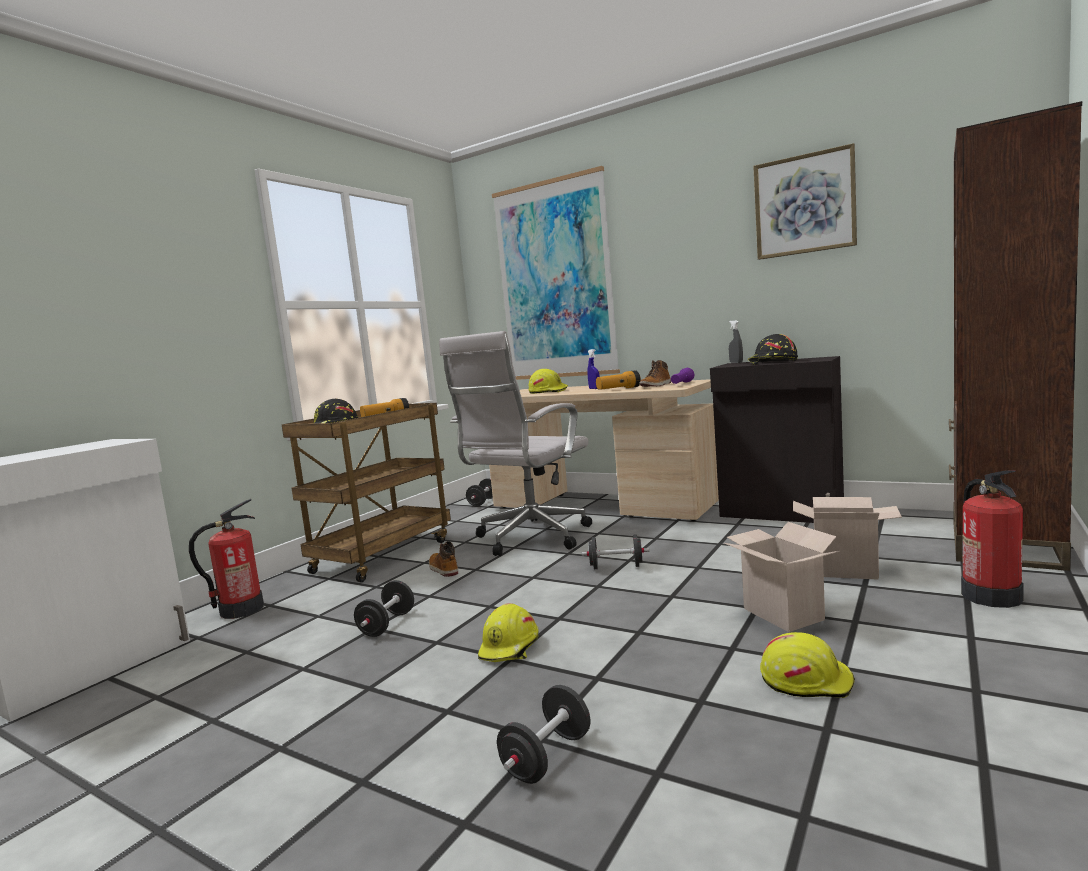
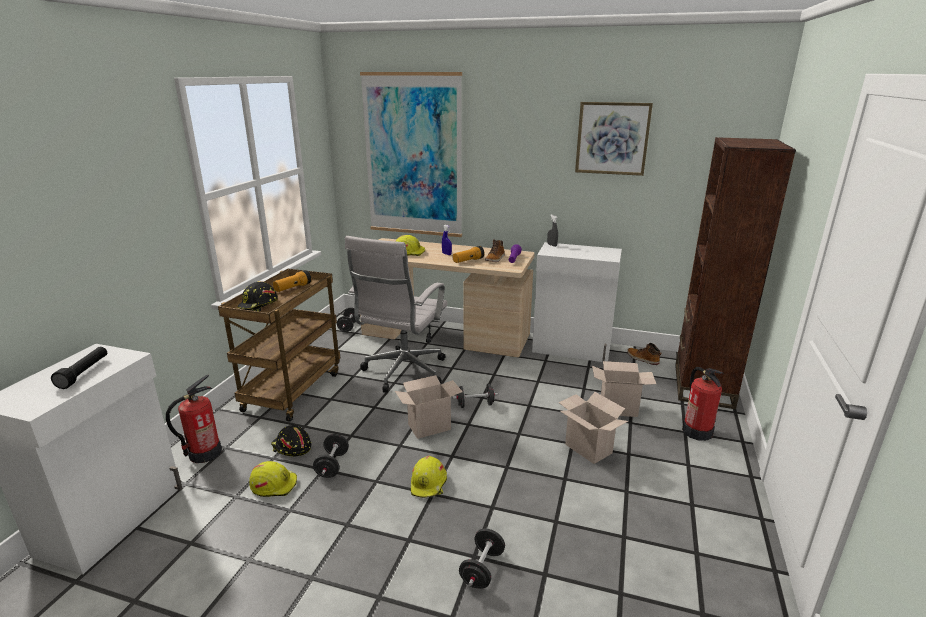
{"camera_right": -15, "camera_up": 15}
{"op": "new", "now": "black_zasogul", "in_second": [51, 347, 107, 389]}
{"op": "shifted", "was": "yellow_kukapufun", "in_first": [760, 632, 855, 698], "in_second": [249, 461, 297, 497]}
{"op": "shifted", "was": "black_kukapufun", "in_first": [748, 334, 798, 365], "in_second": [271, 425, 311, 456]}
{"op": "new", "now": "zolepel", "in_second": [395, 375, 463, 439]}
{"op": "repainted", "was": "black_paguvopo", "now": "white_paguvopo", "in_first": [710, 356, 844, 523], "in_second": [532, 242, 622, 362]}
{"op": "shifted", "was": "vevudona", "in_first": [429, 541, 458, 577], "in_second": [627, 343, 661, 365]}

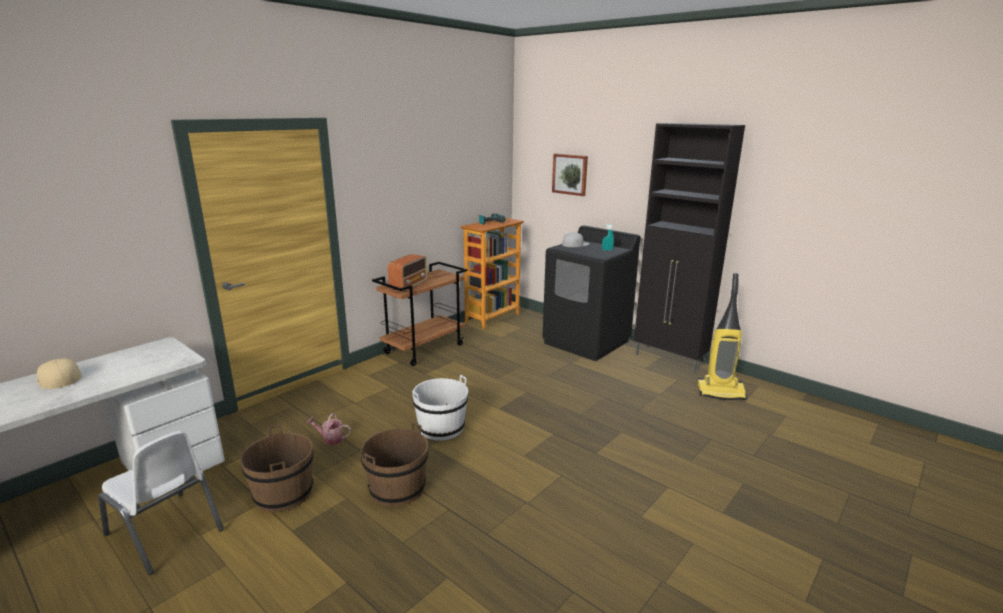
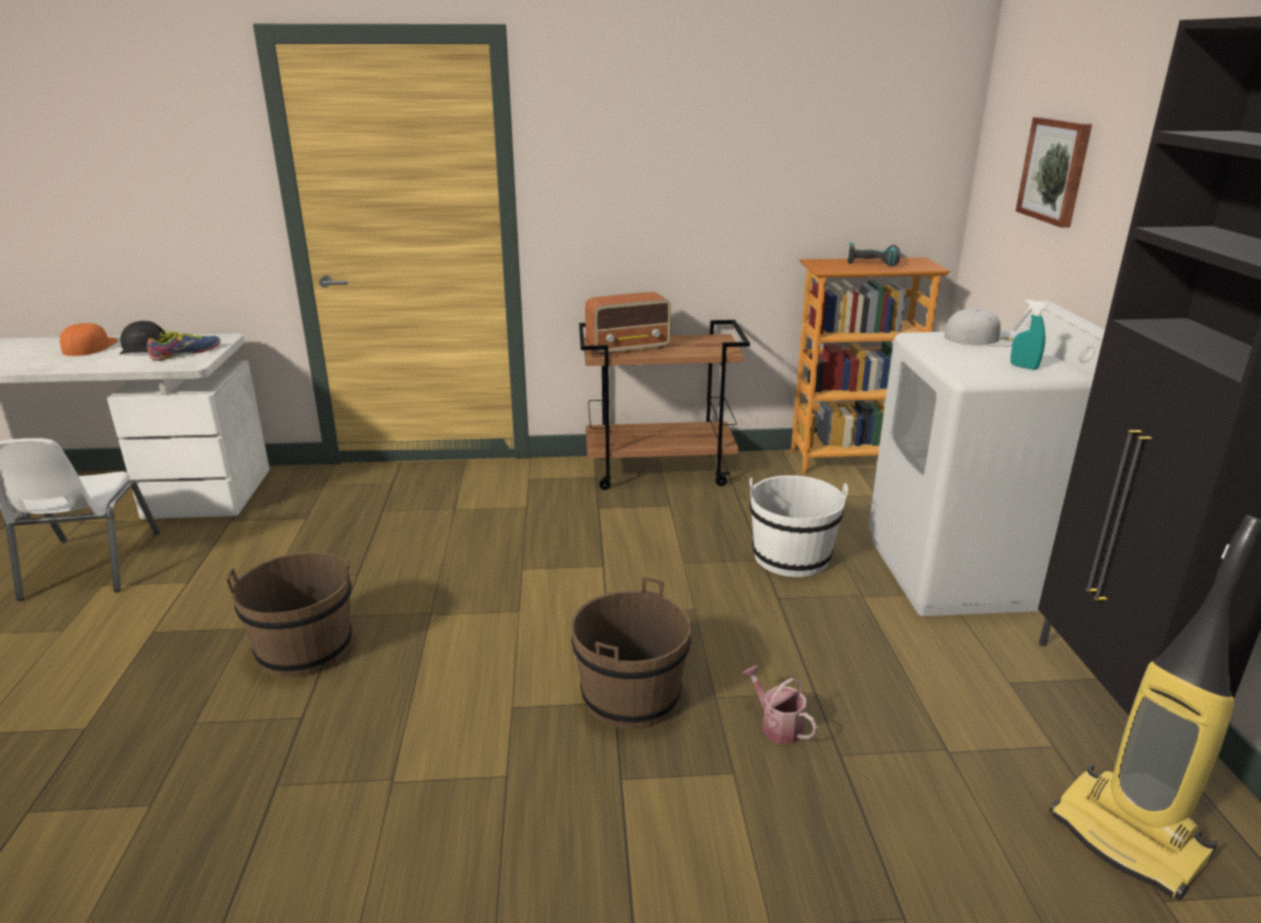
{"camera_right": 45, "camera_up": 5}
{"op": "repainted", "was": "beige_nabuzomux", "now": "orange_nabuzomux", "in_first": [36, 358, 81, 389], "in_second": [60, 323, 118, 356]}
{"op": "new", "now": "black_nabuzomux", "in_second": [120, 321, 166, 355]}
{"op": "new", "now": "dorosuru", "in_second": [147, 330, 221, 361]}
{"op": "shifted", "was": "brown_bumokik", "in_first": [240, 425, 314, 512], "in_second": [571, 577, 691, 729]}
{"op": "shifted", "was": "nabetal", "in_first": [306, 413, 351, 445], "in_second": [742, 665, 818, 744]}
{"op": "shifted", "was": "white_bumokik", "in_first": [412, 375, 468, 441], "in_second": [749, 475, 848, 577]}
{"op": "repainted", "was": "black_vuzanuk", "now": "white_vuzanuk", "in_first": [542, 225, 640, 361], "in_second": [869, 300, 1105, 616]}

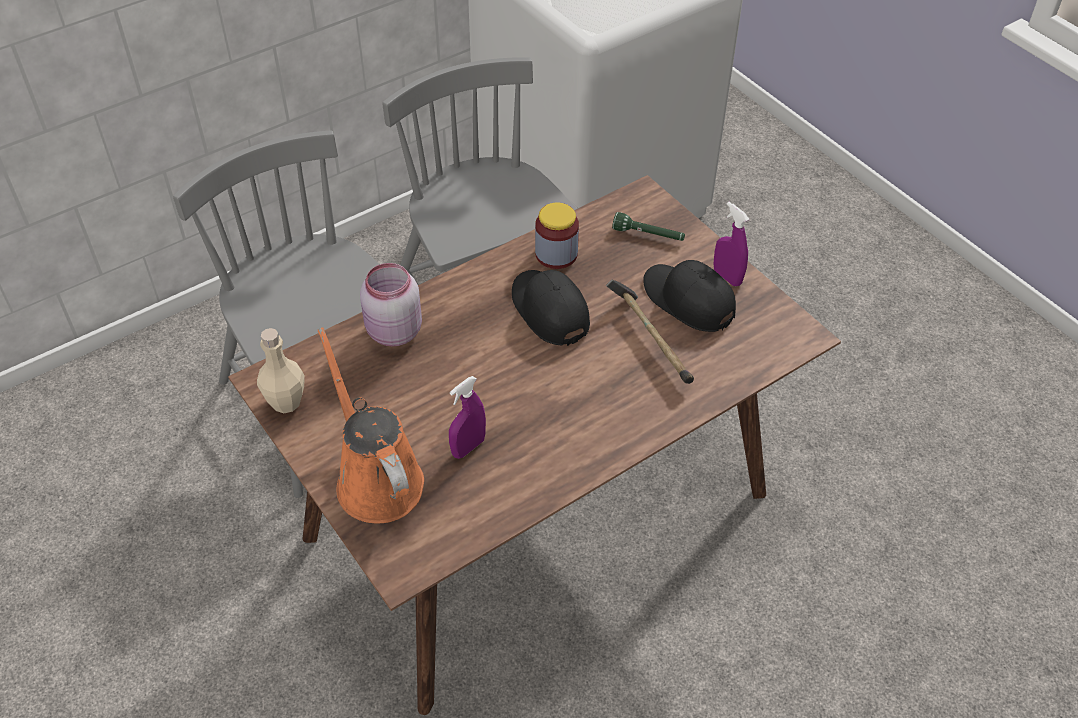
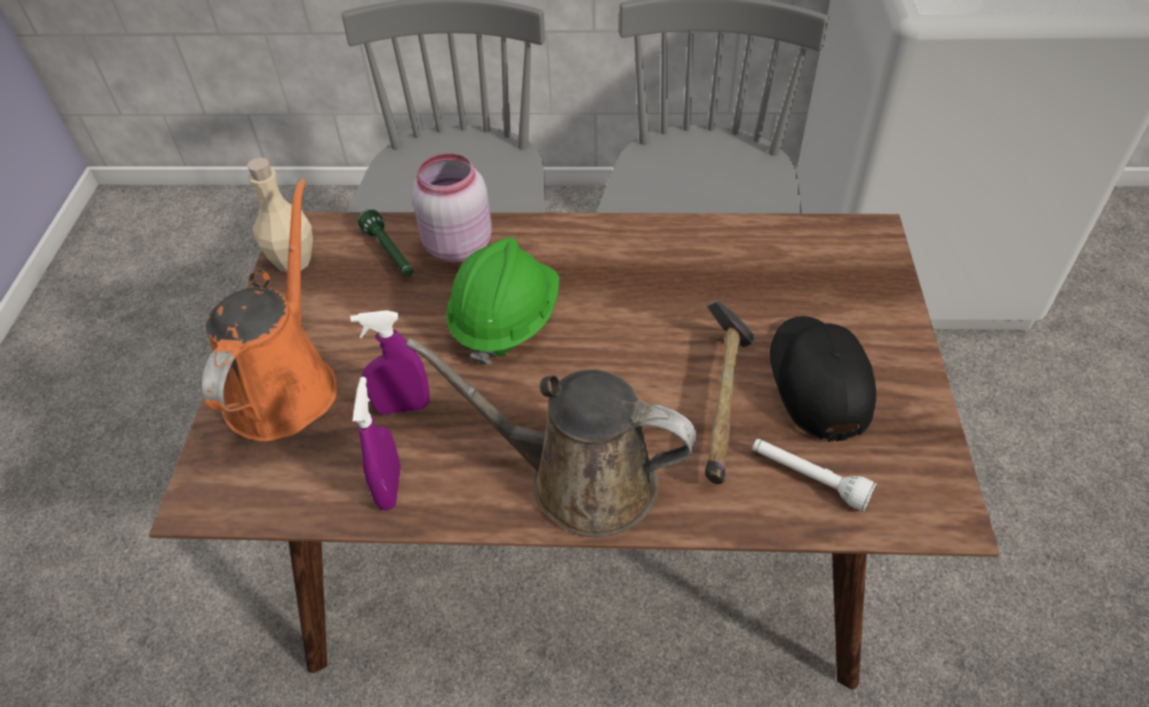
{"camera_right": 40, "camera_up": 0}
{"op": "shifted", "was": "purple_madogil", "in_first": [714, 201, 749, 286], "in_second": [353, 377, 401, 511]}
{"op": "shifted", "was": "green_zasogul", "in_first": [612, 212, 685, 241], "in_second": [357, 209, 413, 277]}
{"op": "new", "now": "brown_nabetal", "in_second": [406, 338, 697, 537]}
{"op": "new", "now": "green_kukapufun", "in_second": [446, 237, 560, 365]}
{"op": "new", "now": "white_zasogul", "in_second": [752, 439, 876, 511]}
{"op": "gone", "was": "black_nabuzomux", "in_first": [512, 270, 590, 346]}
{"op": "gone", "was": "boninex", "in_first": [535, 203, 579, 269]}

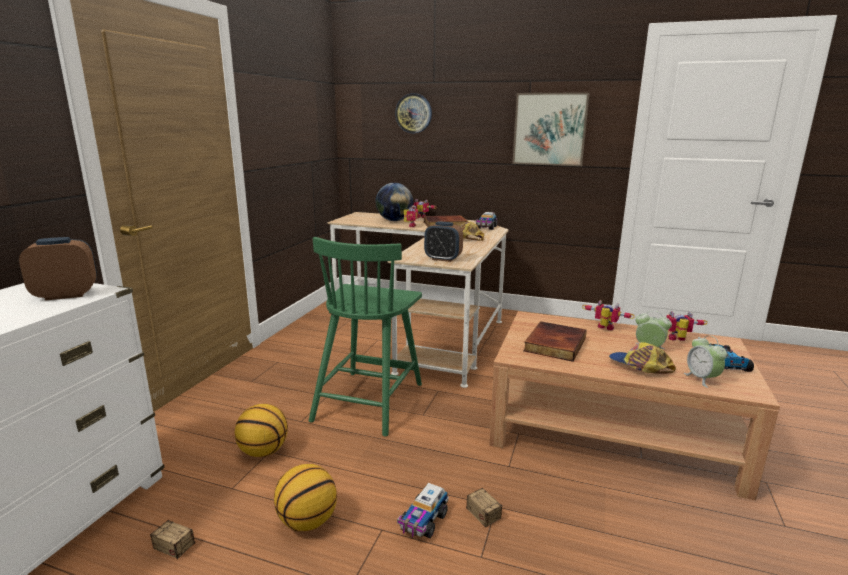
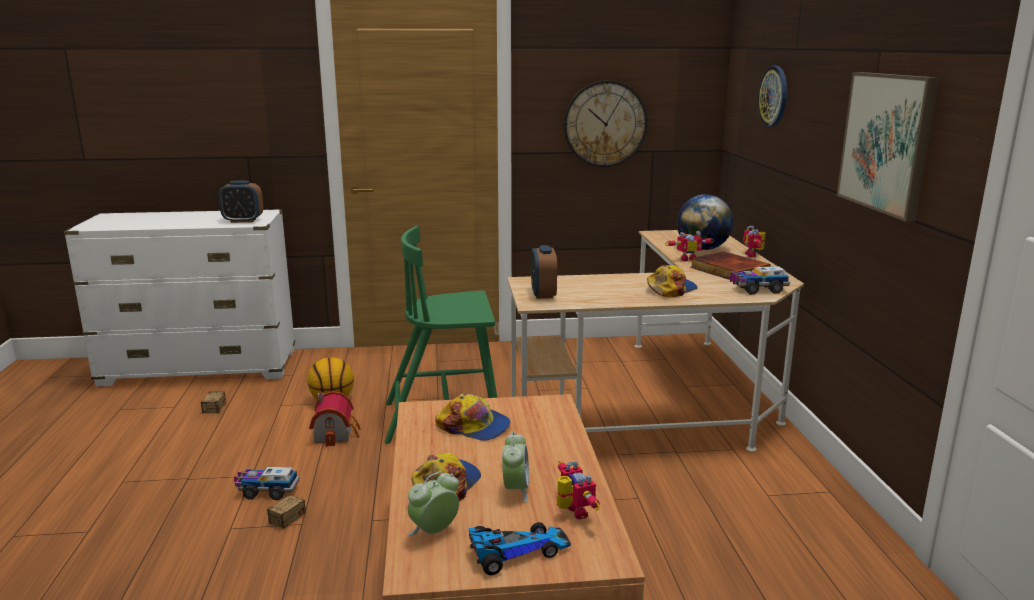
{"camera_right": 65, "camera_up": 0}
{"op": "rotated", "was": "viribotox", "in_first": [19, 237, 97, 301], "in_second": [218, 181, 263, 223], "clockwise": 135}
{"op": "new", "now": "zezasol", "in_second": [309, 391, 361, 447]}
{"op": "swapped", "was": "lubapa", "now": "nabuzomux", "in_first": [523, 321, 587, 361], "in_second": [435, 393, 510, 441]}
{"op": "new", "now": "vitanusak", "in_second": [564, 80, 648, 167]}
{"op": "gone", "was": "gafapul", "in_first": [274, 464, 337, 531]}
{"op": "gone", "was": "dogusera", "in_first": [582, 300, 635, 330]}

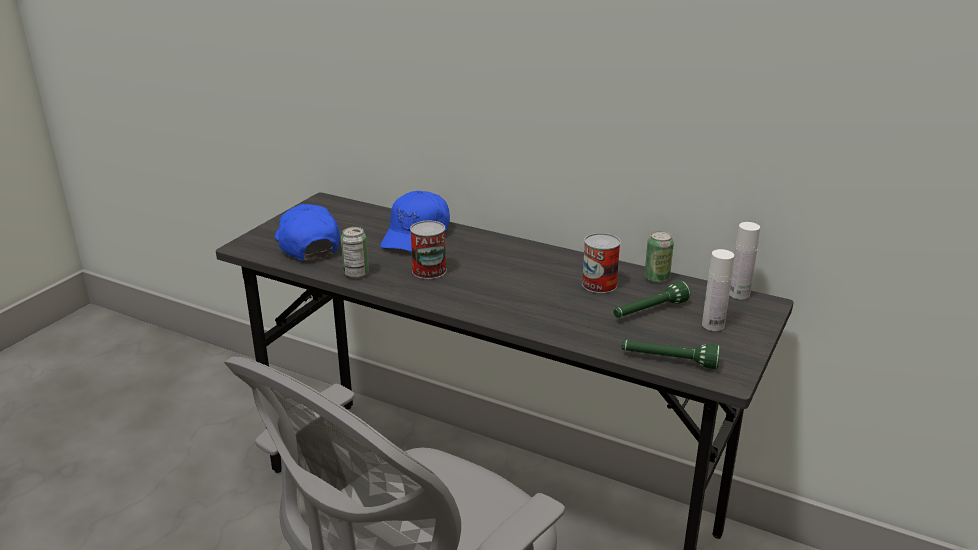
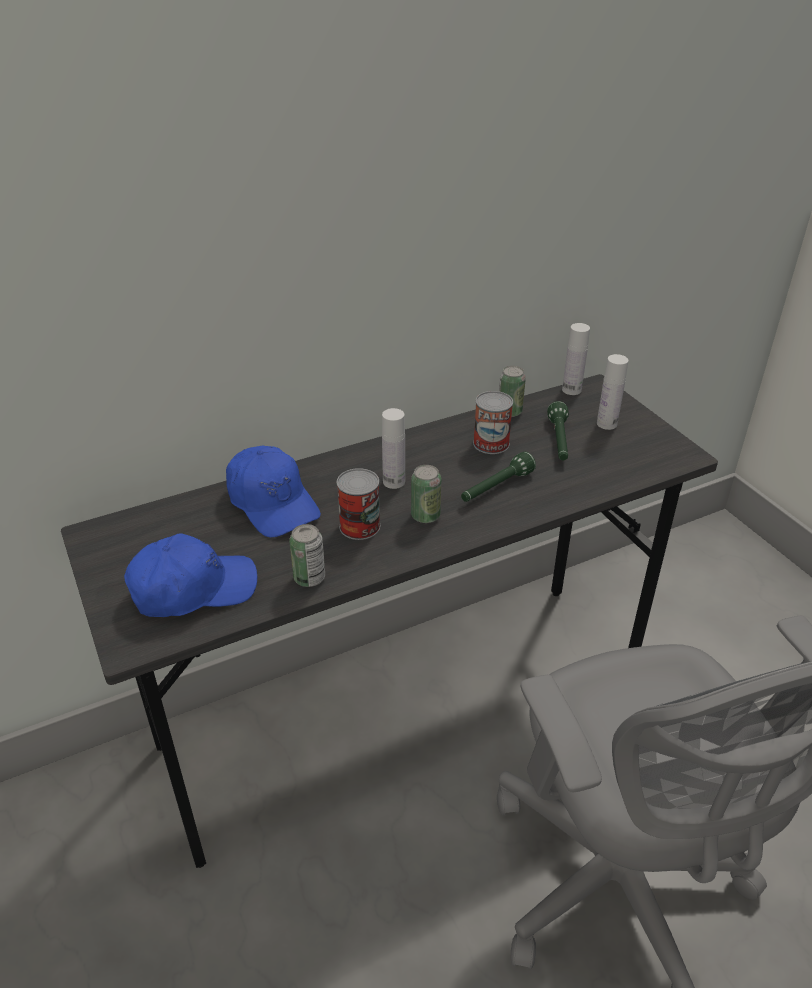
{"camera_right": -55, "camera_up": 10}
{"op": "rotated", "was": "blue_nabuzomux", "in_first": [275, 204, 340, 260], "in_second": [124, 533, 257, 617], "clockwise": 150}
{"op": "new", "now": "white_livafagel", "in_second": [382, 408, 405, 489]}
{"op": "new", "now": "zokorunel", "in_second": [411, 465, 441, 523]}
{"op": "shifted", "was": "green_zasogul", "in_first": [621, 340, 720, 369], "in_second": [461, 452, 536, 502]}

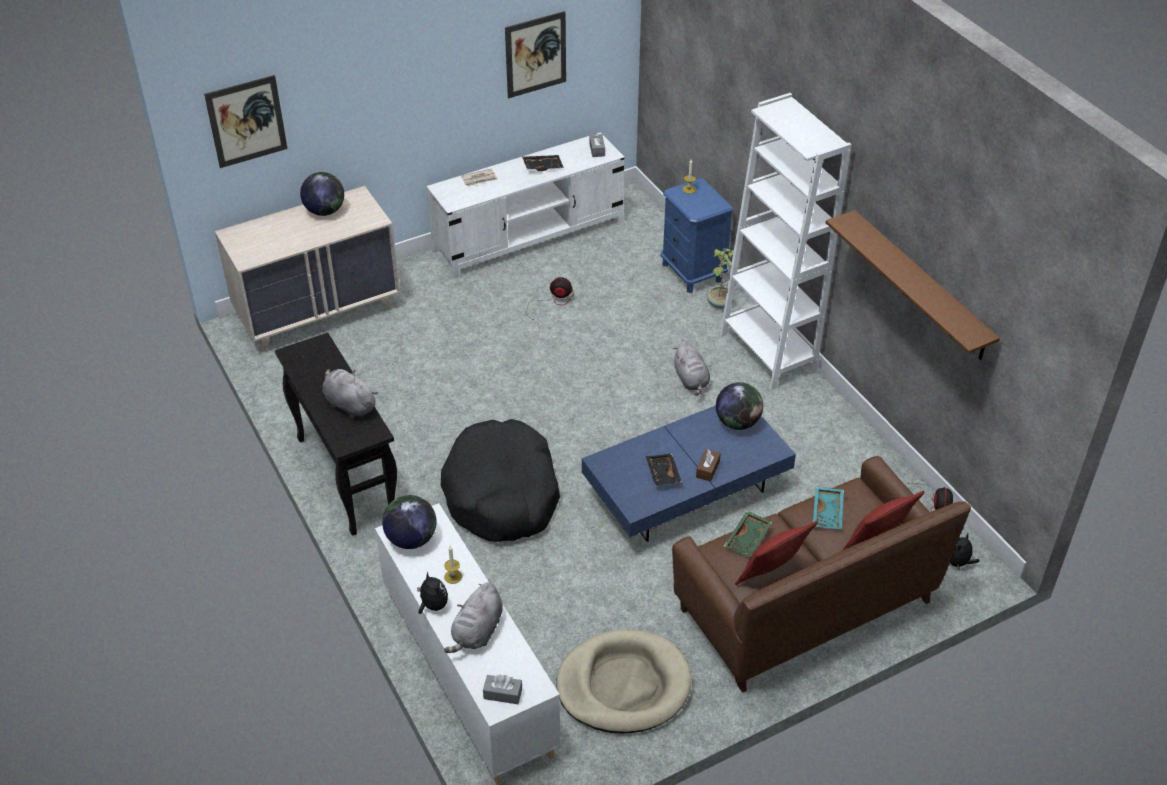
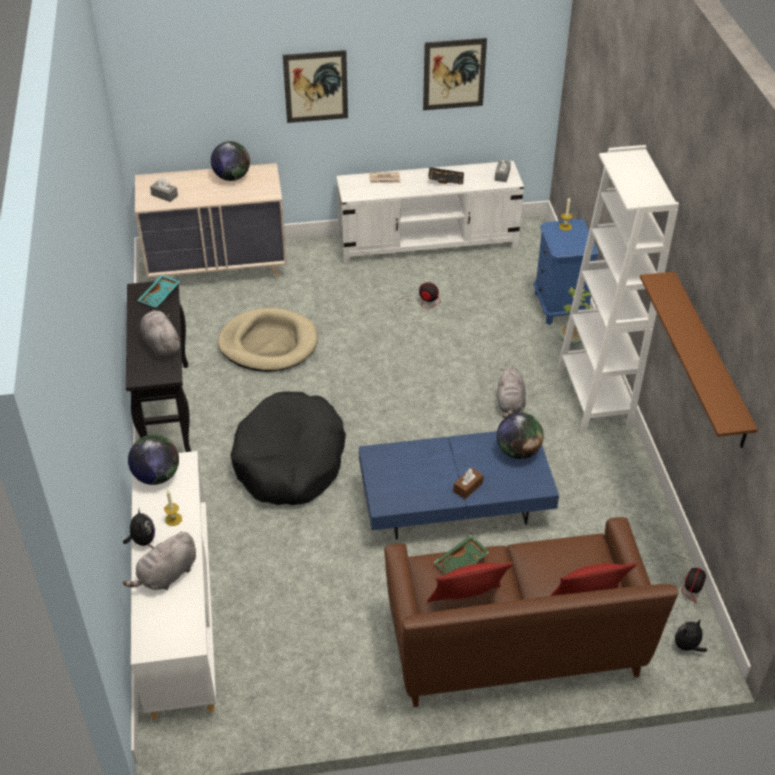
{"camera_right": 20, "camera_up": 0}
{"op": "shifted", "was": "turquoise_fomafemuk", "in_first": [813, 487, 844, 529], "in_second": [137, 274, 180, 308]}
{"op": "shifted", "was": "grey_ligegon", "in_first": [483, 675, 522, 704], "in_second": [150, 178, 178, 202]}
{"op": "shifted", "was": "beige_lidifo", "in_first": [556, 630, 691, 734], "in_second": [218, 308, 318, 372]}
{"op": "shifted", "was": "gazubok", "in_first": [204, 75, 288, 168], "in_second": [283, 50, 348, 123]}
{"op": "gone", "was": "black_fomafemuk", "in_first": [646, 454, 682, 485]}

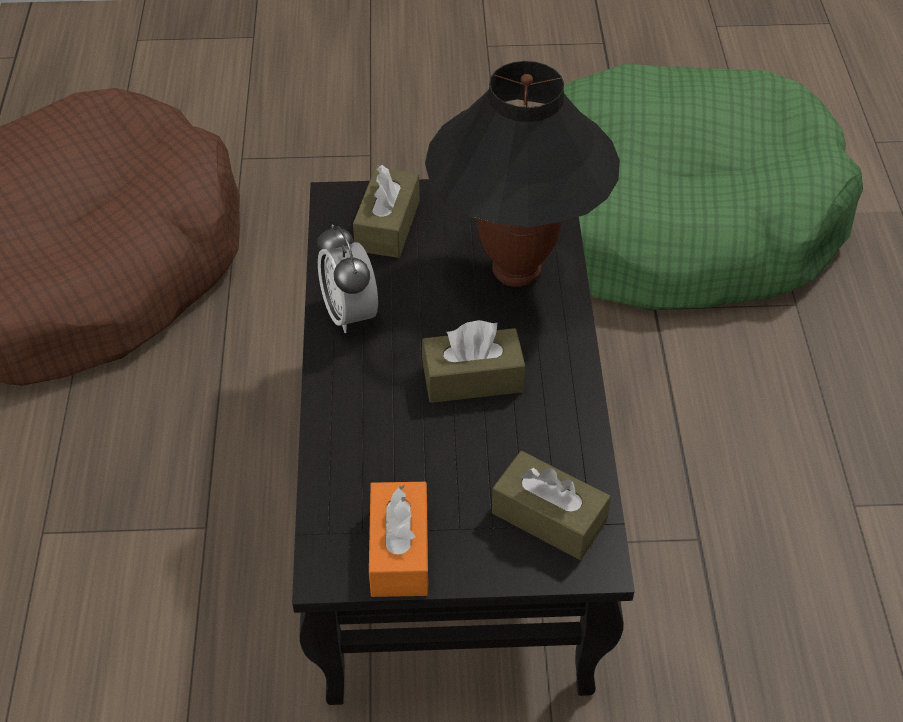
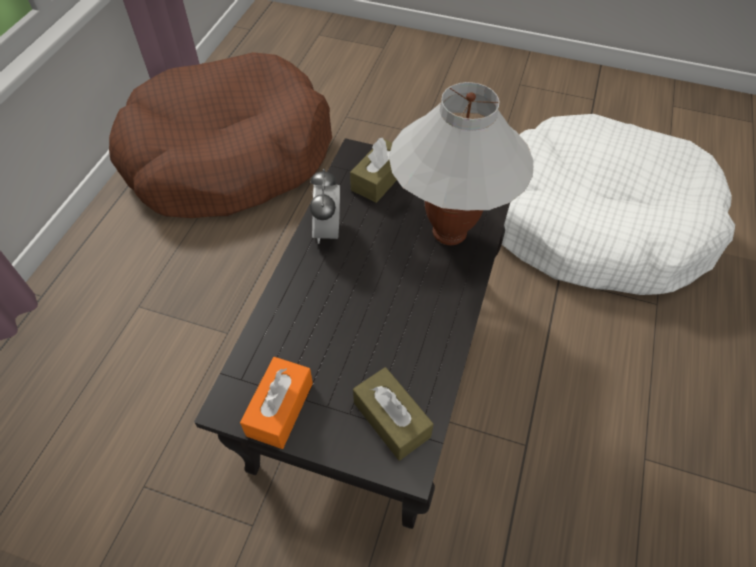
{"camera_right": 20, "camera_up": 5}
{"op": "repainted", "was": "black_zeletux", "now": "white_zeletux", "in_first": [425, 61, 620, 287], "in_second": [389, 82, 534, 246]}
{"op": "repainted", "was": "green_lidifo", "now": "white_lidifo", "in_first": [564, 64, 863, 310], "in_second": [502, 114, 735, 295]}
{"op": "gone", "was": "brown_ligegon", "in_first": [422, 320, 525, 403]}

